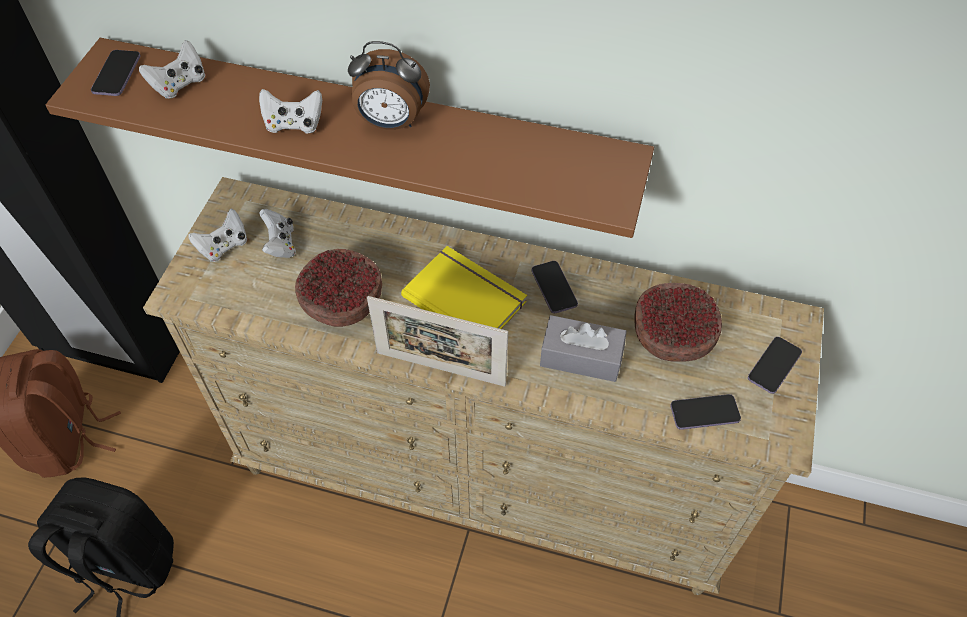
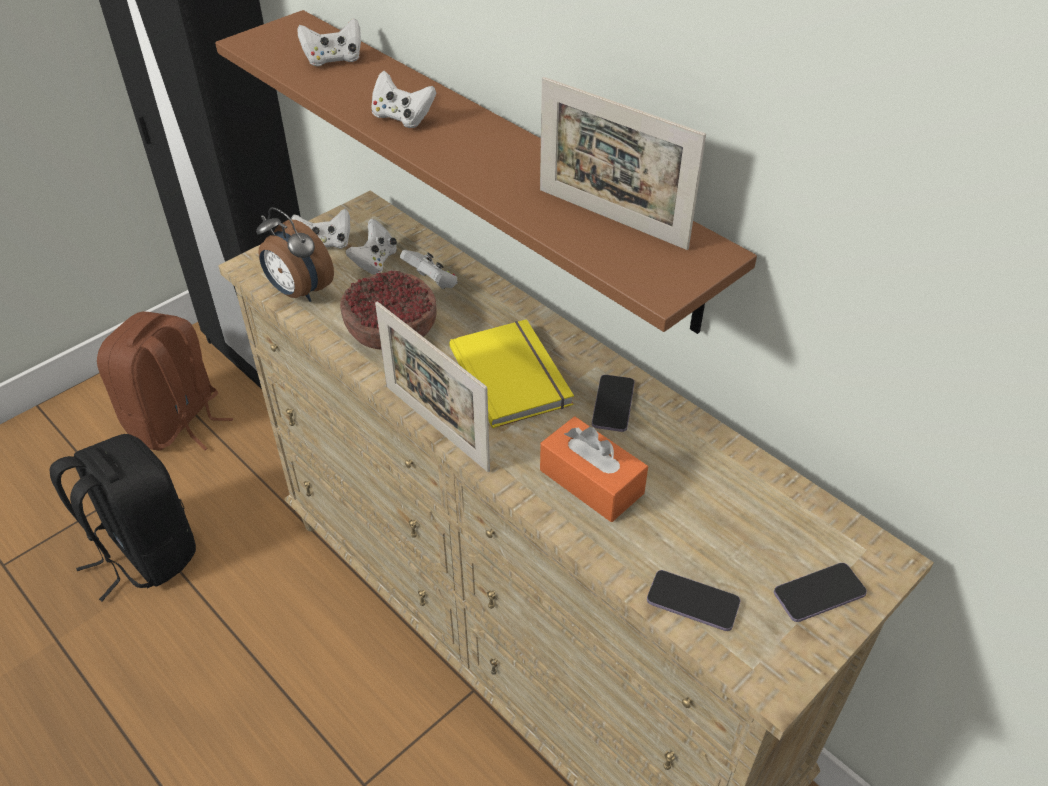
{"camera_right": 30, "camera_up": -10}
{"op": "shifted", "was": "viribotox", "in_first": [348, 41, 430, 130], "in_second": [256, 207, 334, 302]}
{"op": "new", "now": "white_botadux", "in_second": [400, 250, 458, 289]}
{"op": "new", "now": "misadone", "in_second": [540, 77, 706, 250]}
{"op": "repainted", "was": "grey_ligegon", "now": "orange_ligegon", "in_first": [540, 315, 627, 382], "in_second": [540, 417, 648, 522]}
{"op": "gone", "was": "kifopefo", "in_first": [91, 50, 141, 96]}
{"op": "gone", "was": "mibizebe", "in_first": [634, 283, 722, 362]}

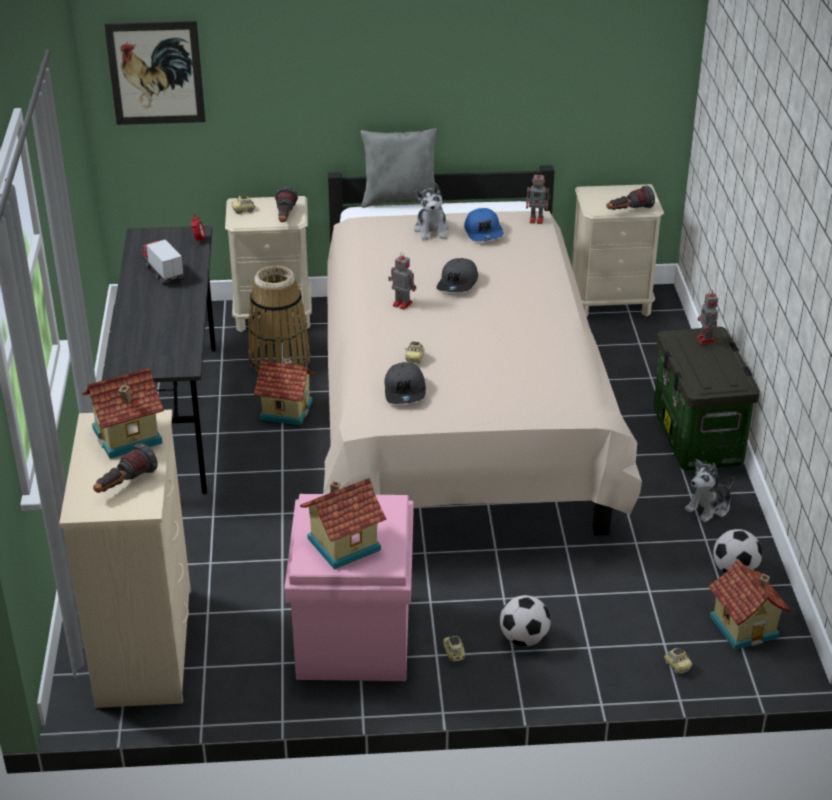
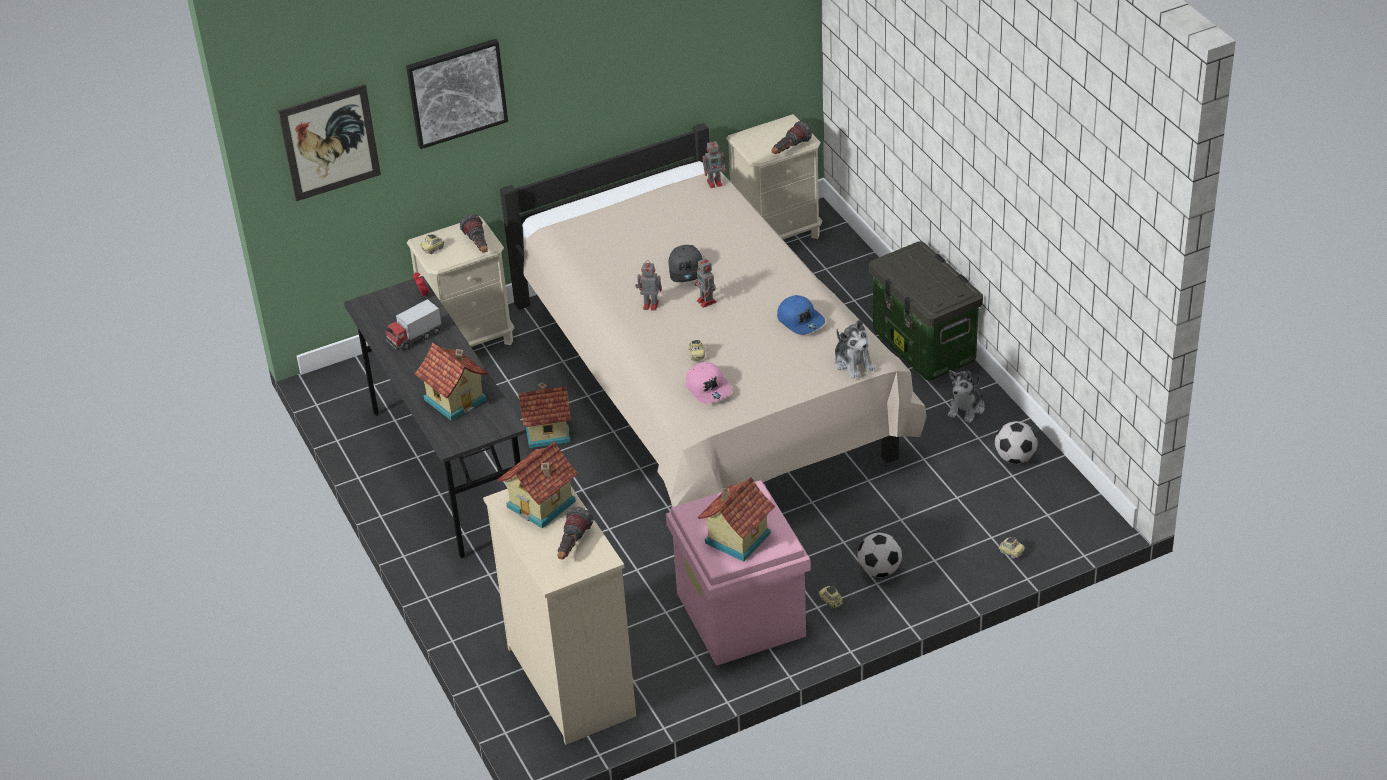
{"camera_right": -20, "camera_up": 5}
{"op": "rotated", "was": "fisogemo", "in_first": [141, 240, 184, 285], "in_second": [386, 299, 441, 350], "clockwise": -75}
{"op": "new", "now": "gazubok", "in_second": [406, 39, 508, 149]}
{"op": "shifted", "was": "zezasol", "in_first": [708, 559, 791, 650], "in_second": [415, 343, 488, 421]}
{"op": "repainted", "was": "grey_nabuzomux", "now": "pink_nabuzomux", "in_first": [384, 362, 426, 404], "in_second": [686, 362, 732, 404]}
{"op": "shifted", "was": "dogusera", "in_first": [697, 289, 718, 344], "in_second": [694, 256, 717, 308]}
{"op": "shifted", "was": "blue_nabuzomux", "in_first": [464, 208, 504, 242], "in_second": [777, 295, 825, 335]}
{"op": "shifted", "was": "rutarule", "in_first": [414, 183, 449, 240], "in_second": [834, 319, 875, 379]}
{"op": "gone", "was": "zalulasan", "in_first": [248, 265, 311, 372]}
{"op": "gone", "was": "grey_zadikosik", "in_first": [361, 128, 437, 208]}

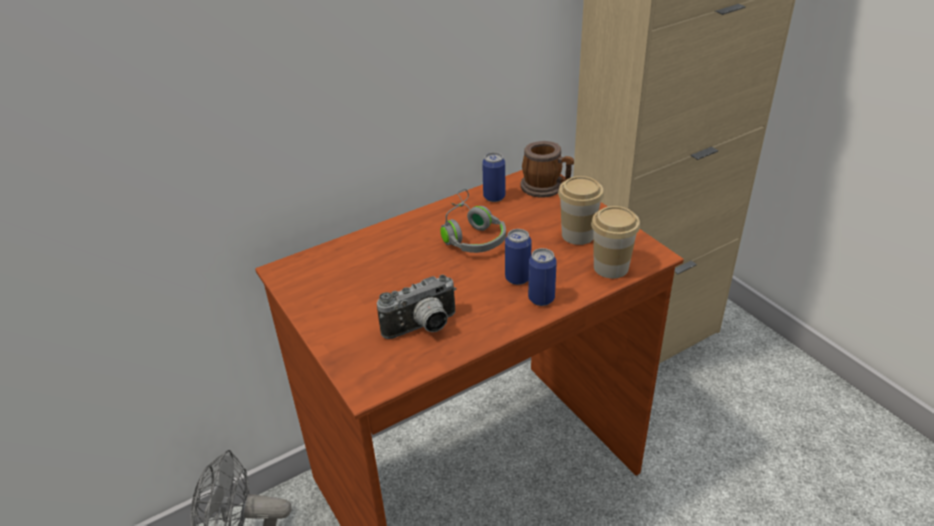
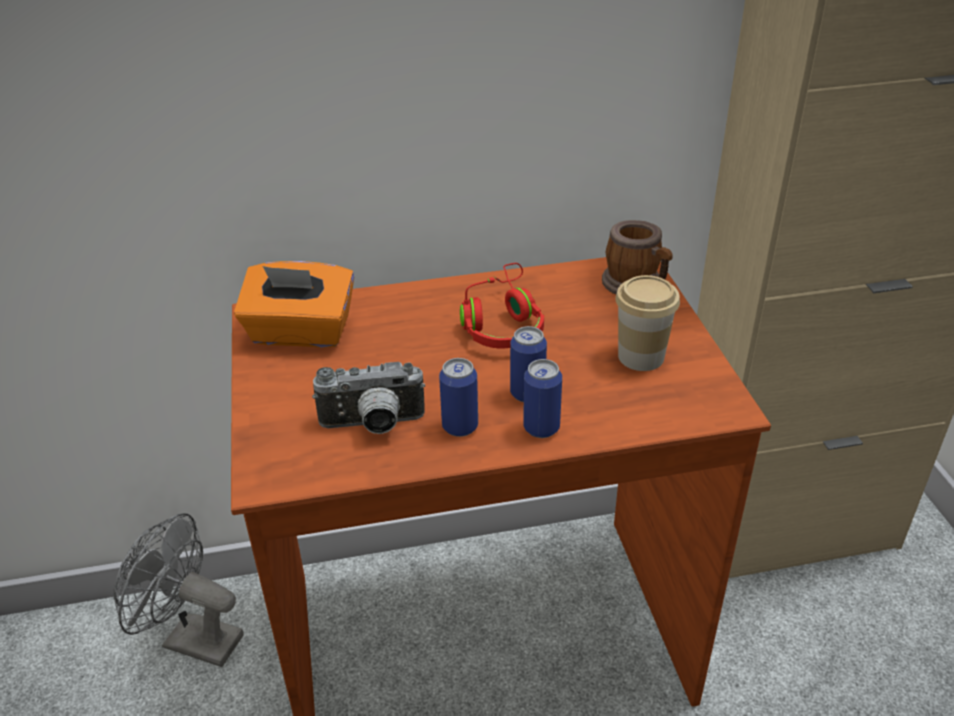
{"camera_right": 20, "camera_up": 0}
{"op": "new", "now": "orange_ligegon", "in_second": [234, 261, 354, 348]}
{"op": "shifted", "was": "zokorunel", "in_first": [482, 152, 505, 202], "in_second": [439, 358, 478, 437]}
{"op": "repainted", "was": "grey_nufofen", "now": "red_nufofen", "in_first": [440, 189, 506, 253], "in_second": [460, 263, 544, 349]}
{"op": "gone", "was": "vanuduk", "in_first": [591, 206, 640, 278]}

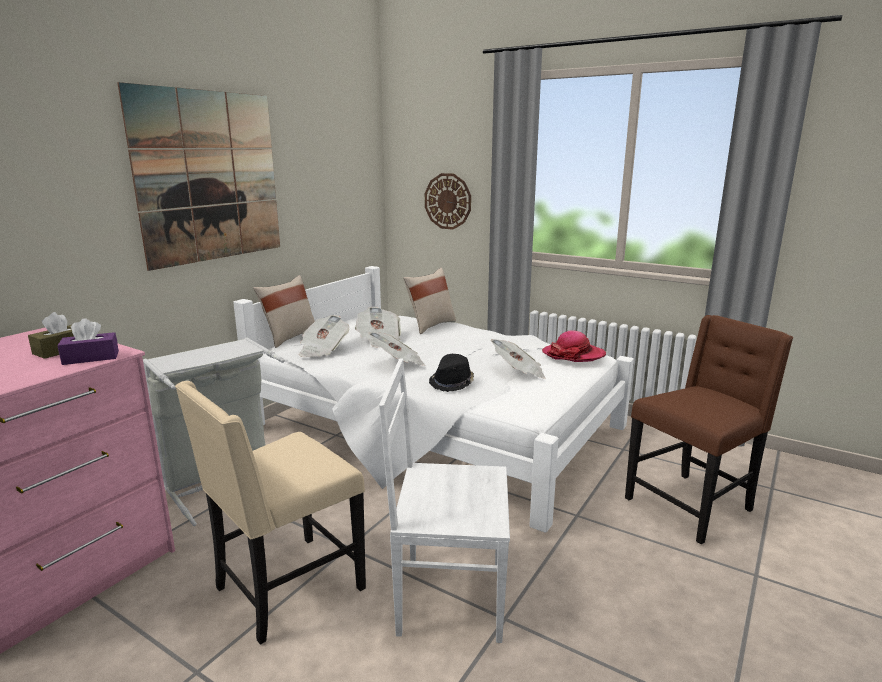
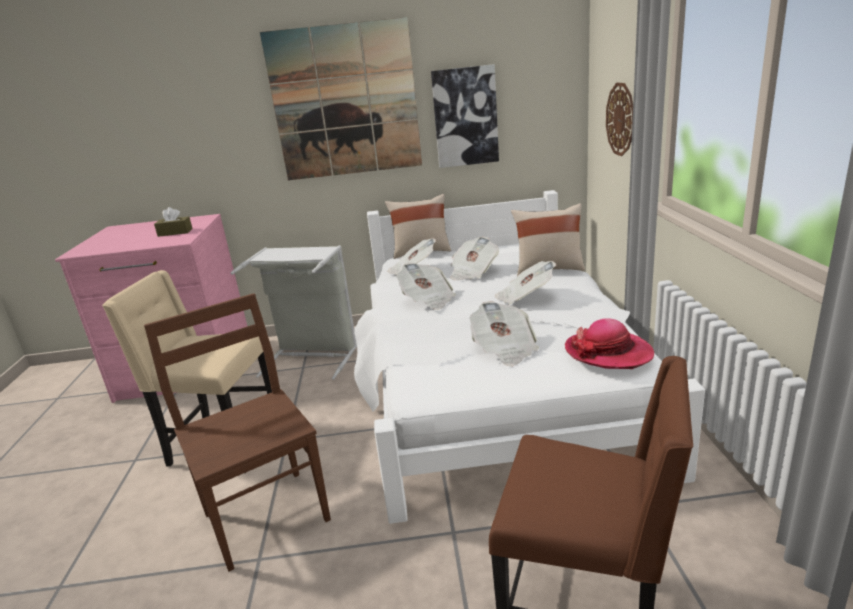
{"camera_right": 55, "camera_up": 5}
{"op": "repainted", "was": "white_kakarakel", "now": "brown_kakarakel", "in_first": [379, 359, 510, 643], "in_second": [144, 293, 331, 572]}
{"op": "new", "now": "gazubok", "in_second": [431, 64, 499, 168]}
{"op": "new", "now": "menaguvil", "in_second": [495, 261, 556, 305]}
{"op": "gone", "was": "purple_ligegon", "in_first": [57, 318, 119, 365]}
{"op": "gone", "was": "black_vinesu", "in_first": [429, 354, 474, 392]}

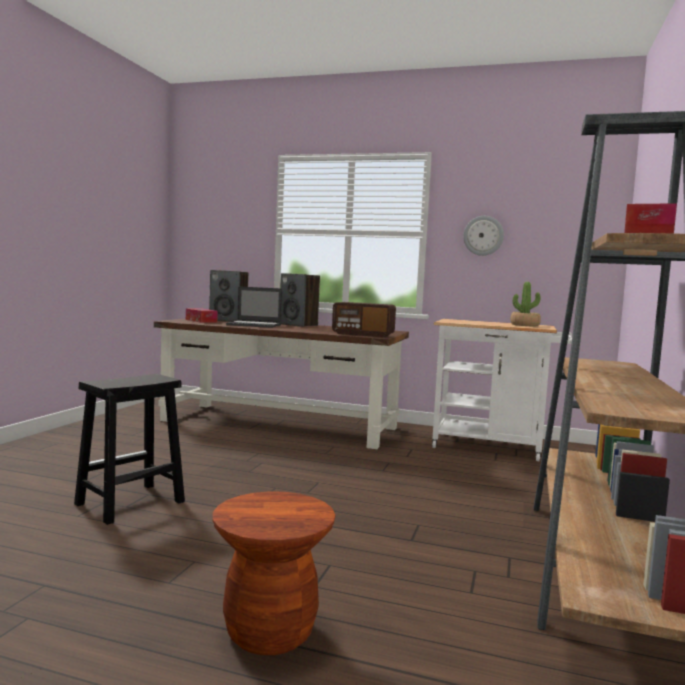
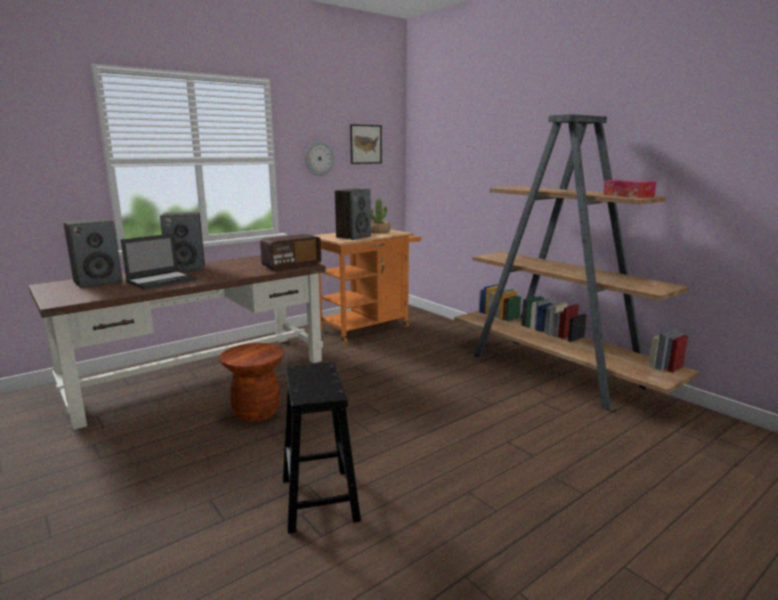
{"camera_right": -55, "camera_up": 10}
{"op": "shifted", "was": "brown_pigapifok", "in_first": [213, 491, 335, 655], "in_second": [220, 343, 284, 422]}
{"op": "repainted", "was": "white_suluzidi", "now": "orange_suluzidi", "in_first": [432, 319, 572, 461], "in_second": [313, 229, 421, 344]}
{"op": "new", "now": "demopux", "in_second": [335, 188, 371, 240]}
{"op": "new", "now": "gazubok", "in_second": [350, 124, 382, 164]}
{"op": "gone", "was": "ligegon", "in_first": [186, 308, 218, 323]}

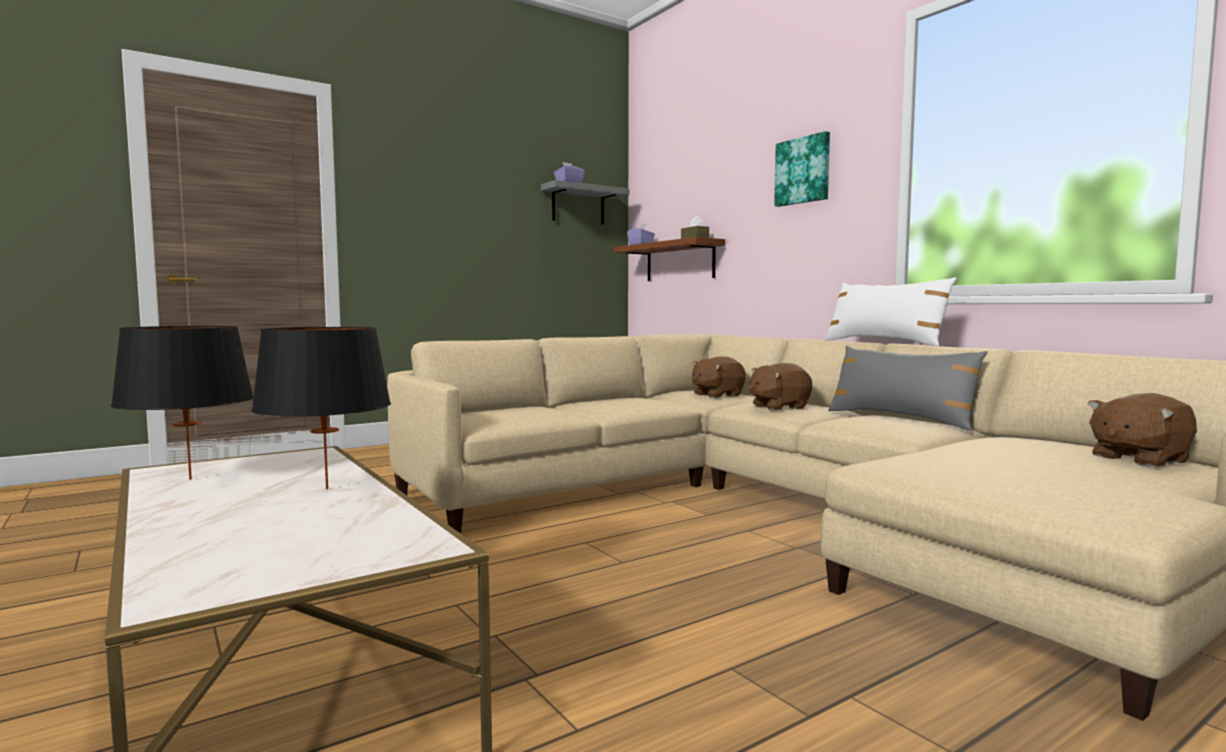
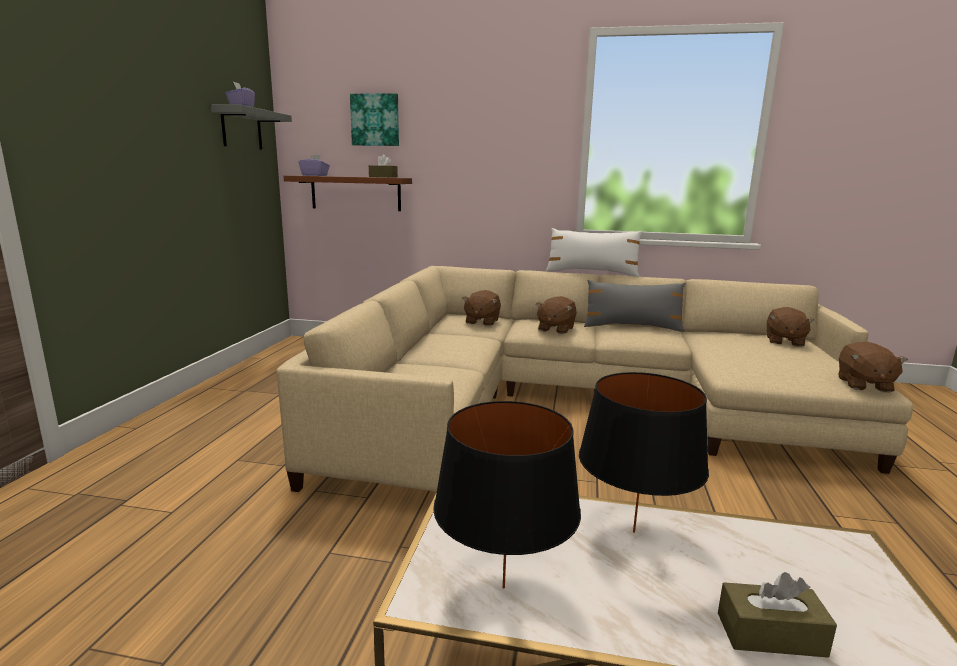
{"camera_right": -45, "camera_up": 10}
{"op": "shifted", "was": "gazubok", "in_first": [774, 131, 830, 207], "in_second": [350, 93, 399, 146]}
{"op": "new", "now": "brown_ligegon", "in_second": [718, 572, 837, 658]}
{"op": "new", "now": "brown_rutarule", "in_second": [838, 342, 908, 393]}

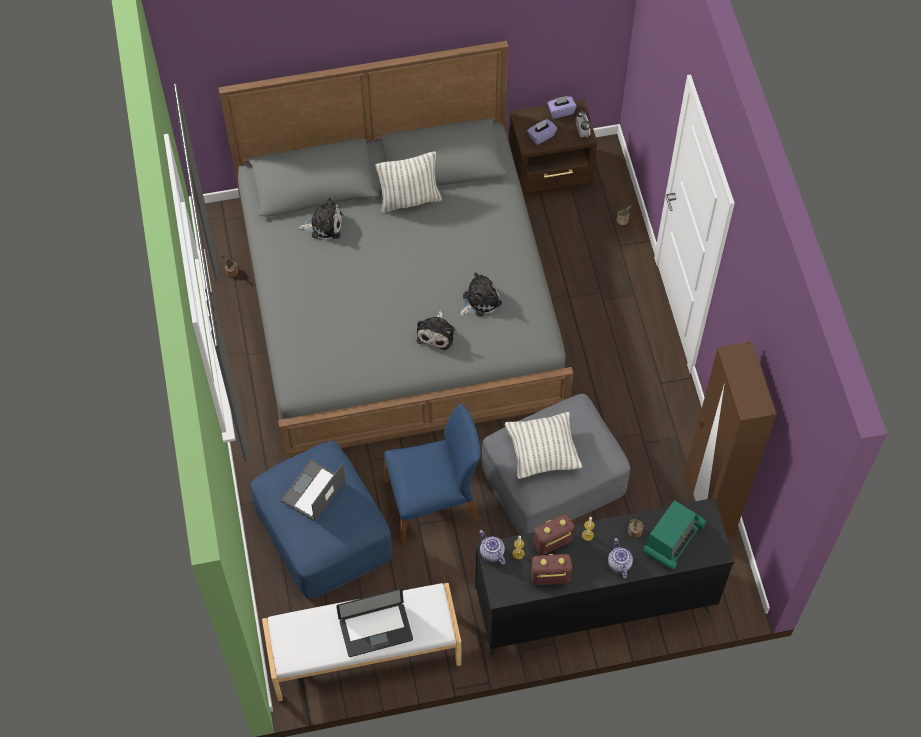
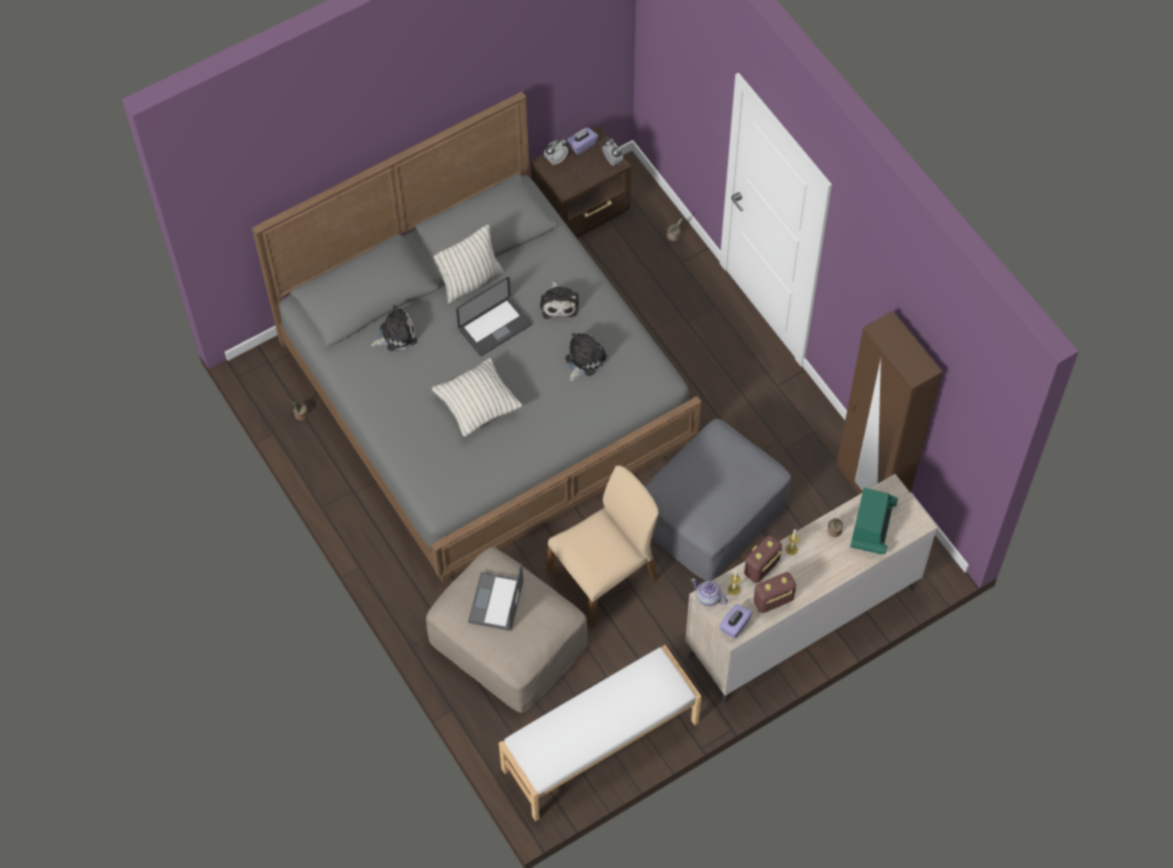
{"camera_right": -20, "camera_up": 0}
{"op": "repainted", "was": "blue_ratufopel", "now": "beige_ratufopel", "in_first": [250, 441, 392, 599], "in_second": [426, 547, 587, 713]}
{"op": "shifted", "was": "zadikosik", "in_first": [505, 412, 582, 479], "in_second": [432, 358, 522, 437]}
{"op": "shifted", "was": "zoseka", "in_first": [336, 588, 413, 657], "in_second": [456, 277, 532, 356]}
{"op": "shifted", "was": "rutarule", "in_first": [417, 310, 455, 350], "in_second": [540, 280, 579, 319]}
{"op": "new", "now": "viribotox", "in_second": [544, 138, 568, 165]}
{"op": "repainted", "was": "blue_kakarakel", "now": "beige_kakarakel", "in_first": [384, 404, 481, 544], "in_second": [547, 465, 658, 628]}
{"op": "repainted", "was": "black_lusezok", "now": "beige_lusezok", "in_first": [475, 498, 734, 656], "in_second": [686, 474, 938, 704]}
{"op": "shifted", "was": "purple_ligegon", "in_first": [527, 119, 557, 145], "in_second": [719, 604, 753, 639]}
{"op": "gone", "was": "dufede", "in_first": [608, 538, 633, 579]}

